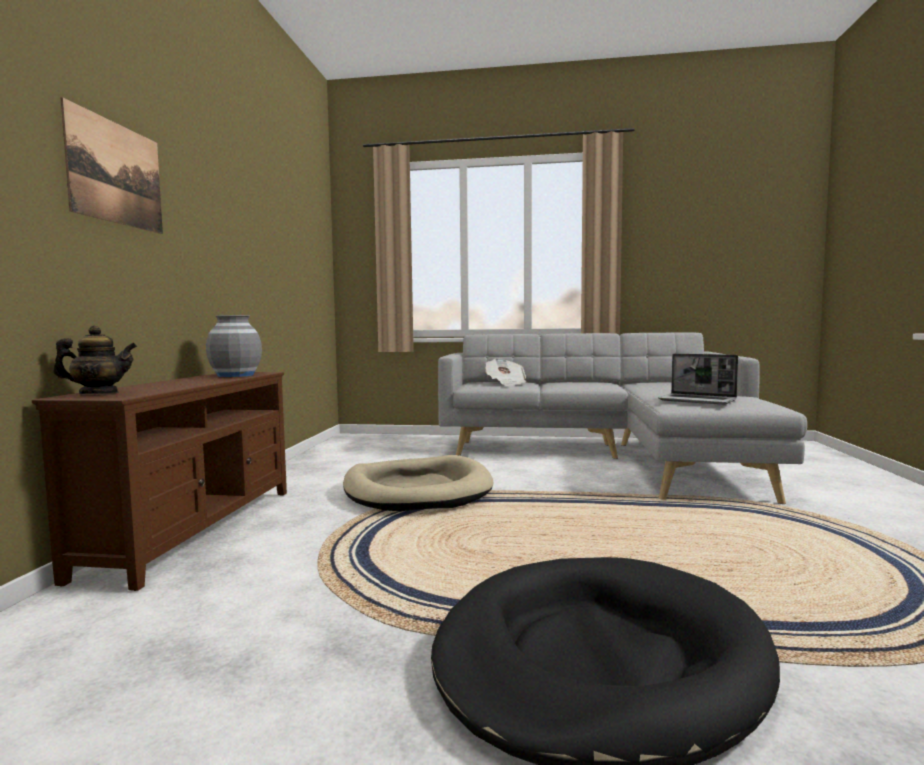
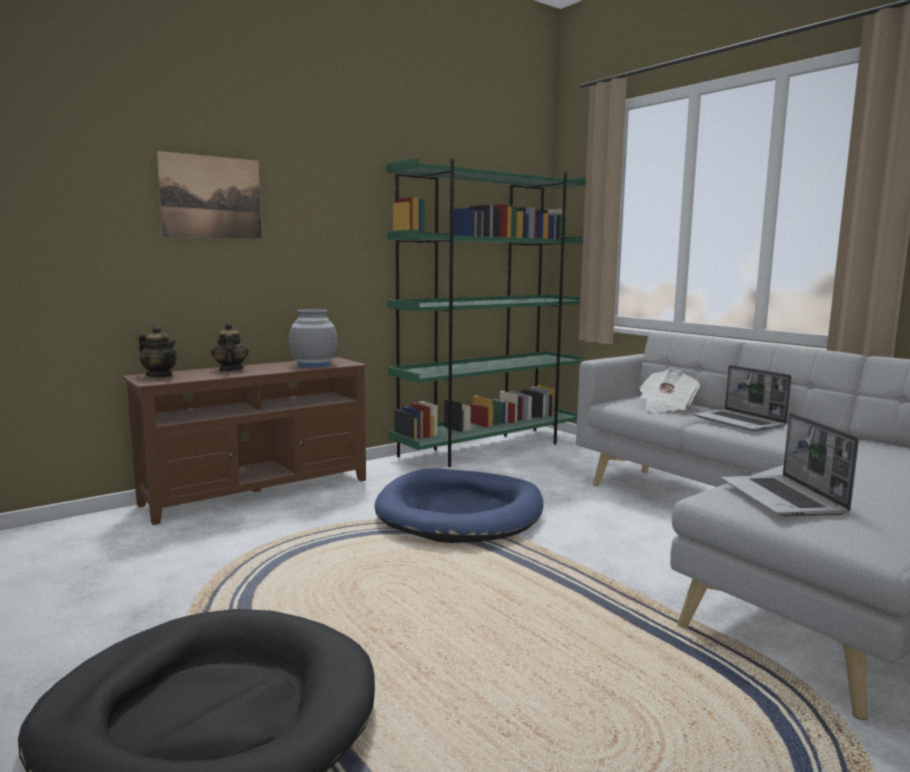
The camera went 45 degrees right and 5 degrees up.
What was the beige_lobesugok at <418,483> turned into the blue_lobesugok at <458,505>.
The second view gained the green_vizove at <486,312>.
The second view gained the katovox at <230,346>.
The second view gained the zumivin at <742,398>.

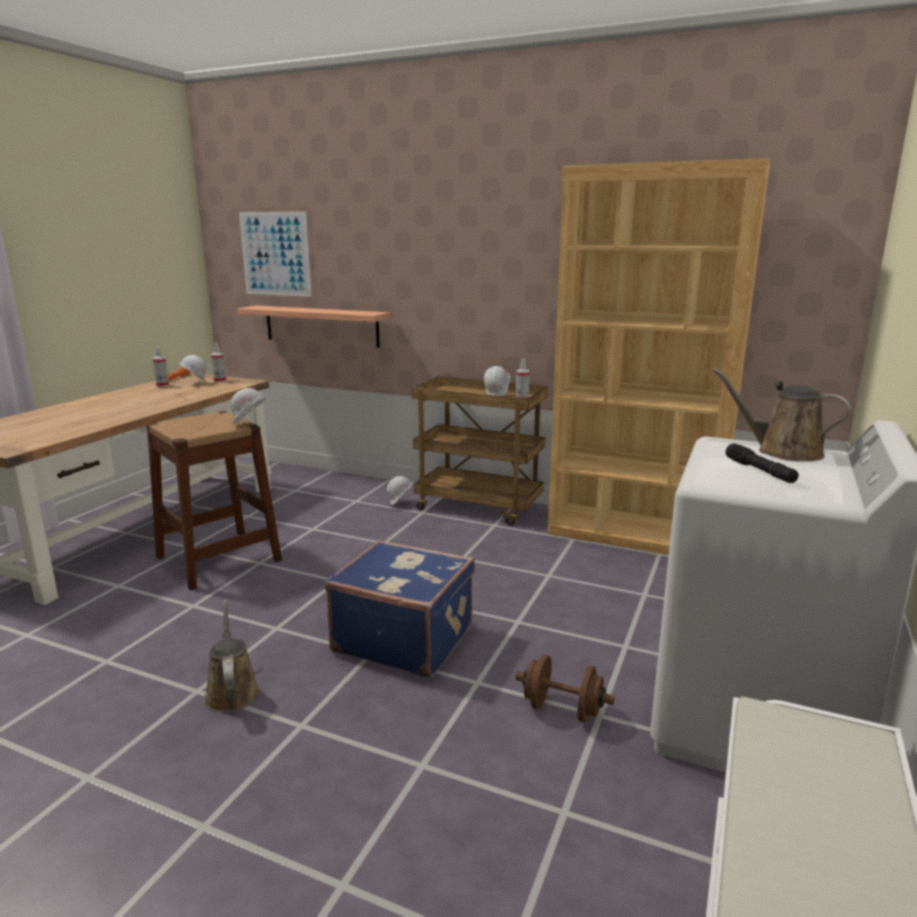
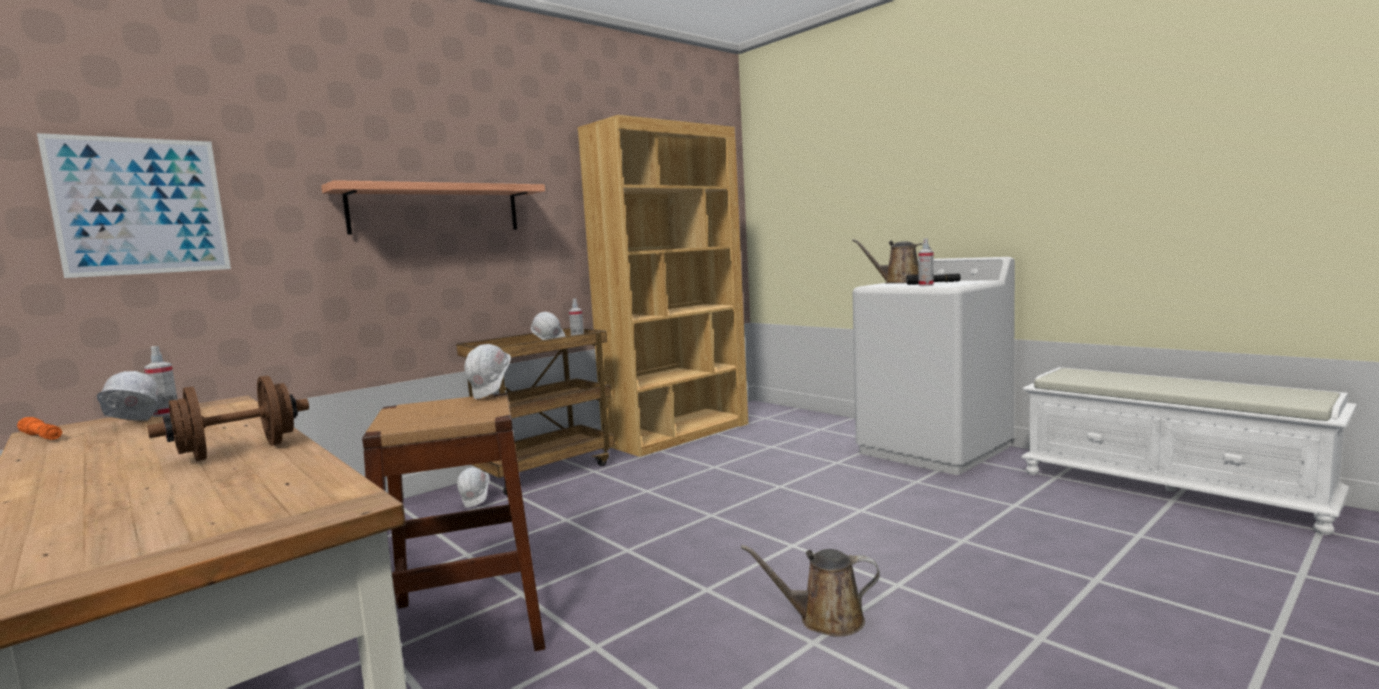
The camera went 65 degrees left and 10 degrees down.
The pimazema ended up elsewhere, having gone from <313,327> to <433,207>.
The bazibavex ended up elsewhere, having gone from <161,367> to <926,262>.
The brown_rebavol at <781,415> ended up facing another way, 60 degrees clockwise from before.
The second view lost the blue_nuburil at <400,609>.
The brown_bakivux ended up elsewhere, having gone from <565,688> to <228,418>.

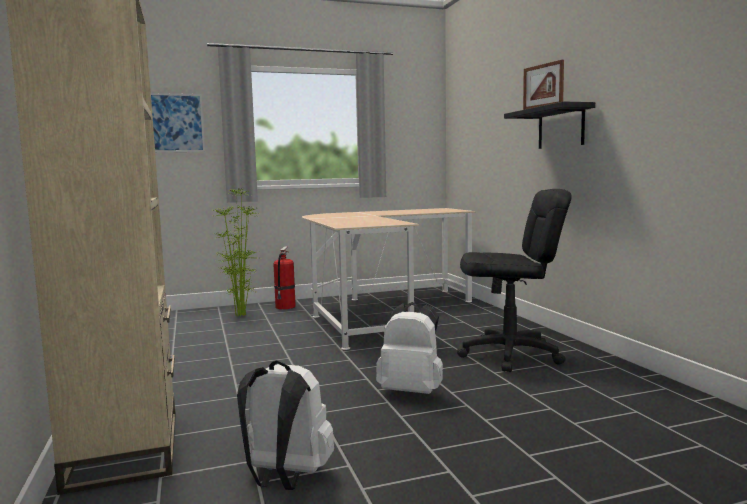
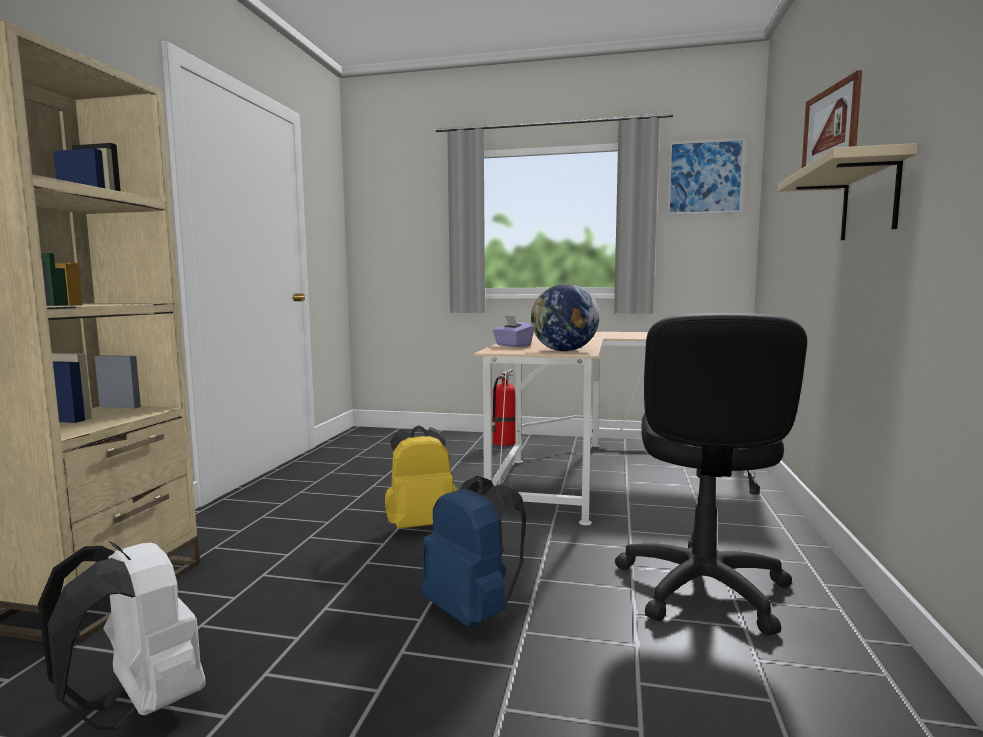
The camera went 30 degrees right and 0 degrees up.
The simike ended up elsewhere, having gone from <178,122> to <706,176>.
What was the black_pimazema at <549,125> turned into the beige_pimazema at <848,191>.
The second view lost the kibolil at <236,253>.
The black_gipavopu at <514,280> ended up facing another way, 75 degrees clockwise from before.
What was the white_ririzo at <409,348> turned into the blue_ririzo at <473,551>.
The second view gained the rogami at <565,317>.
The second view gained the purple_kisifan at <513,331>.
The second view gained the yellow_ririzo at <421,477>.

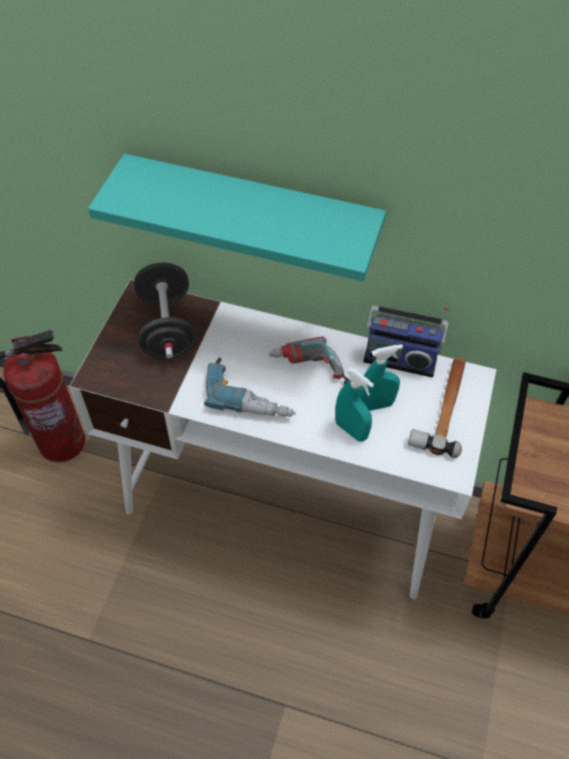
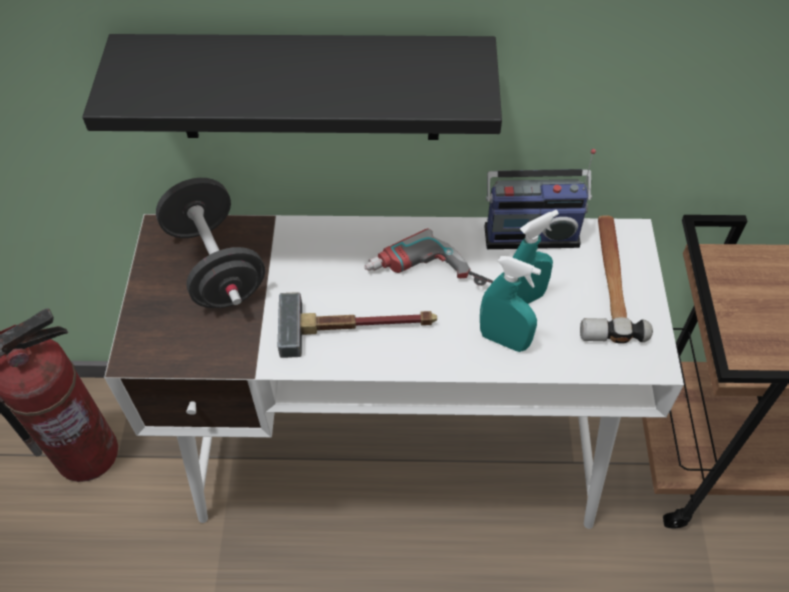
The camera went 15 degrees left and 0 degrees up.
What was the turquoise_pimazema at <237,217> turned into the black_pimazema at <292,87>.
Where the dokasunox stood at <250,387>, the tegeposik came to stand at <357,325>.

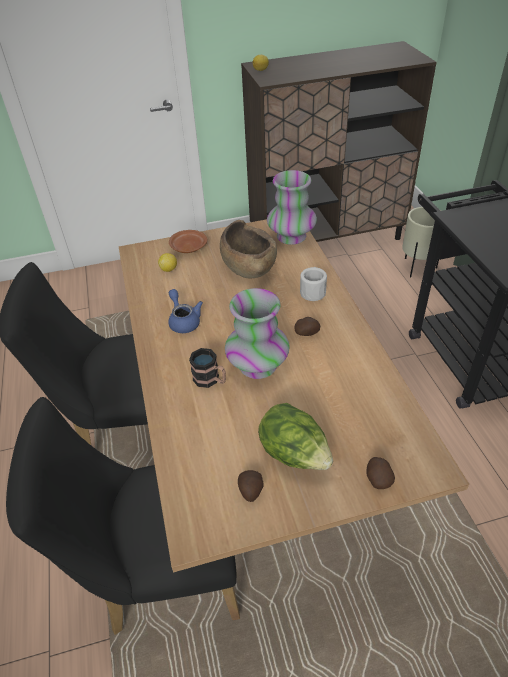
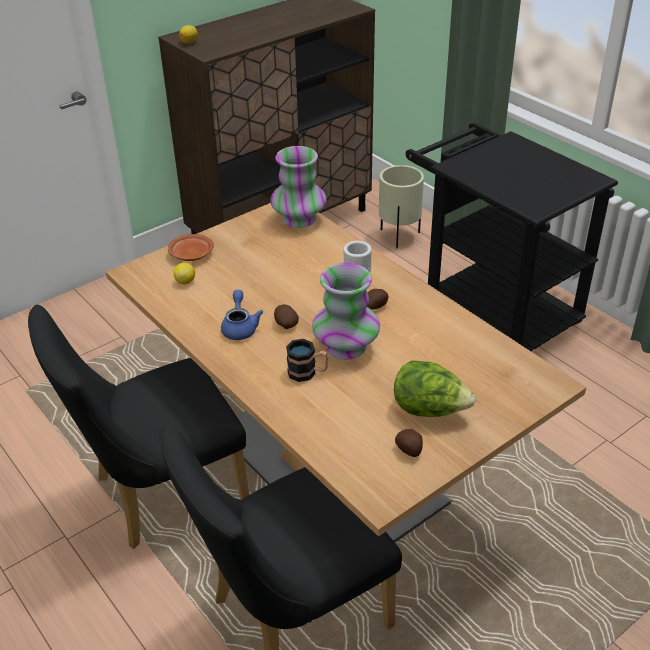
The camera went 25 degrees left and 5 degrees down.
The second view lost the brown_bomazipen at <248,249>.
The blue_katovox at <185,311> ended up facing another way, 45 degrees clockwise from before.
The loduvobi ended up elsewhere, having gone from <381,473> to <286,316>.

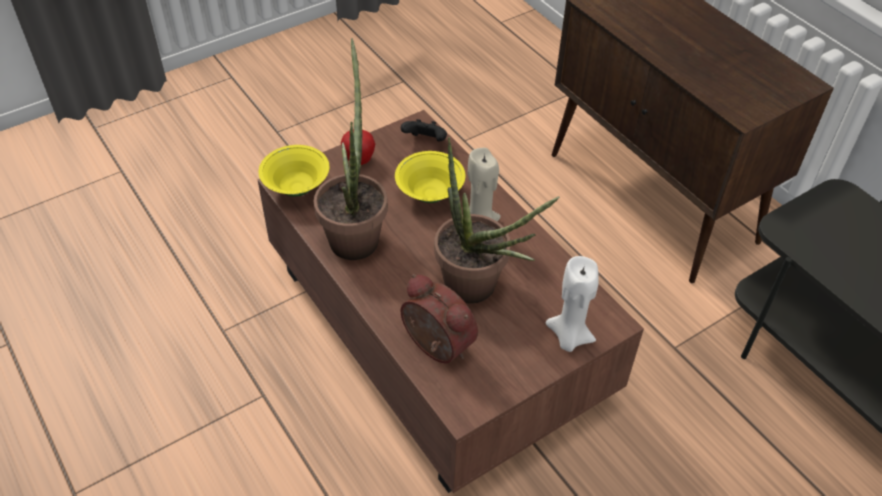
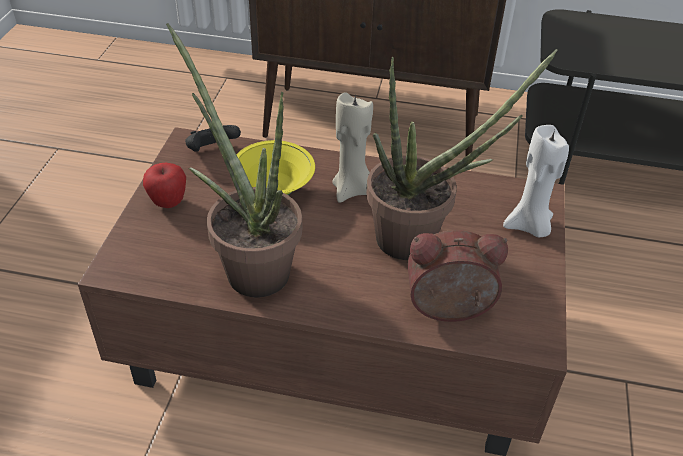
The camera went 45 degrees left and 5 degrees down.
The second view lost the yellow_bomazipen at <294,170>.

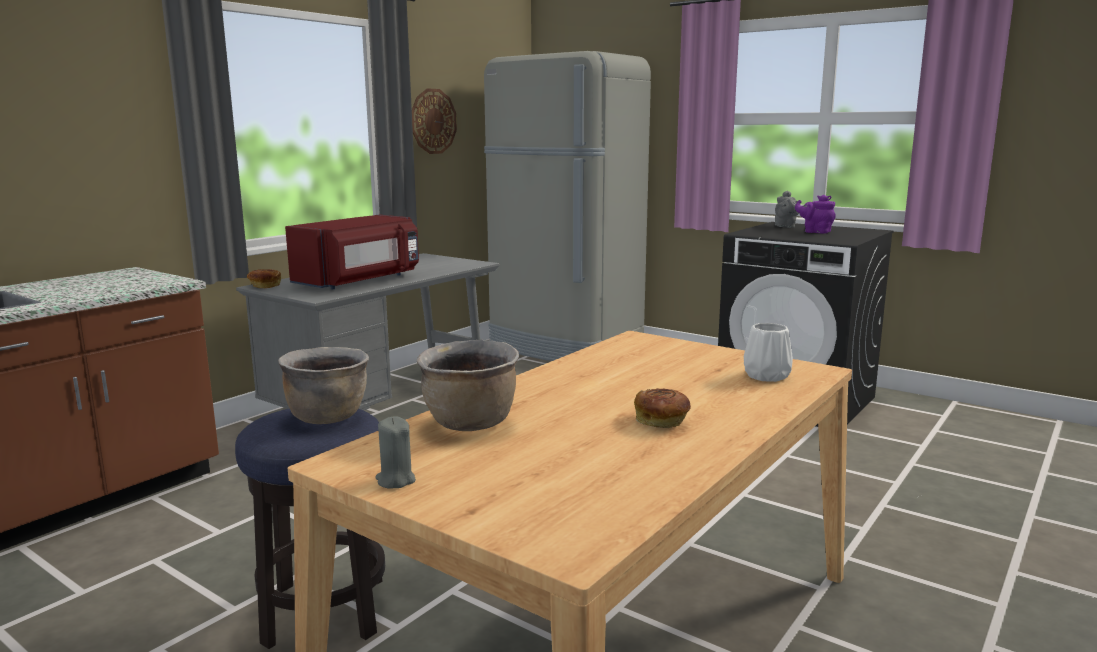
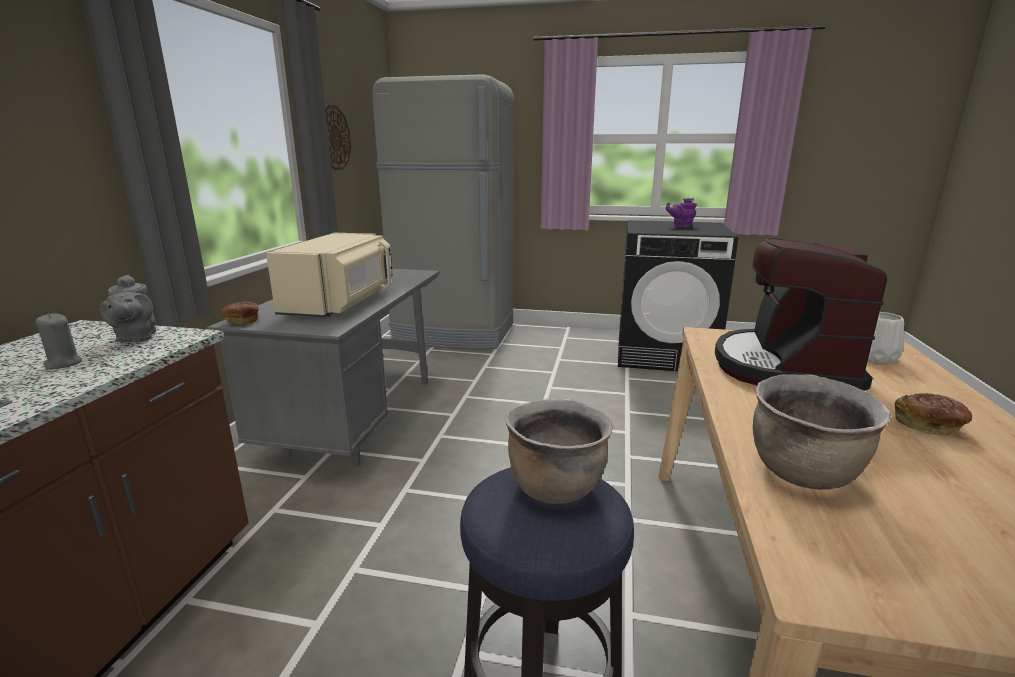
The camera went 25 degrees left and 5 degrees up.
The grey_katovox ended up elsewhere, having gone from <787,209> to <128,308>.
What was the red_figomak at <352,252> turned into the beige_figomak at <329,275>.
The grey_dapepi ended up elsewhere, having gone from <395,453> to <59,341>.
The second view gained the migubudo at <801,314>.

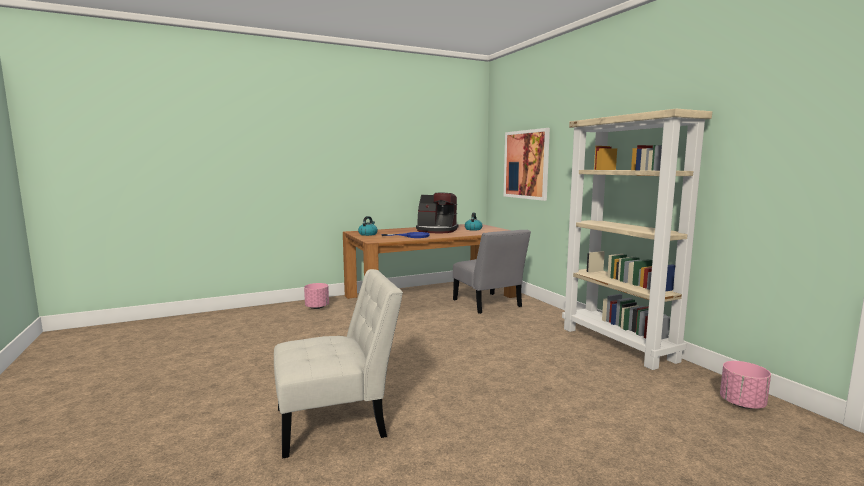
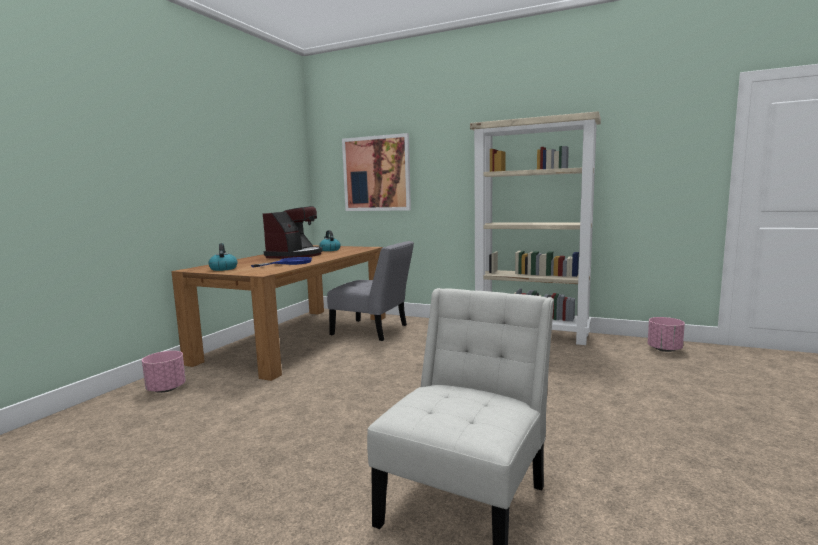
The camera went 40 degrees left and 0 degrees up.
The migubudo at <437,213> ended up facing another way, 45 degrees counterclockwise from before.

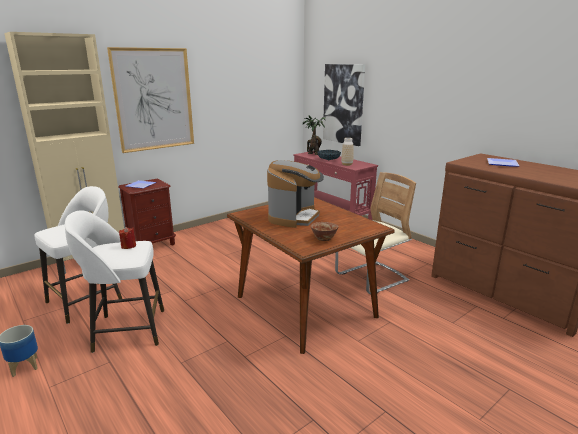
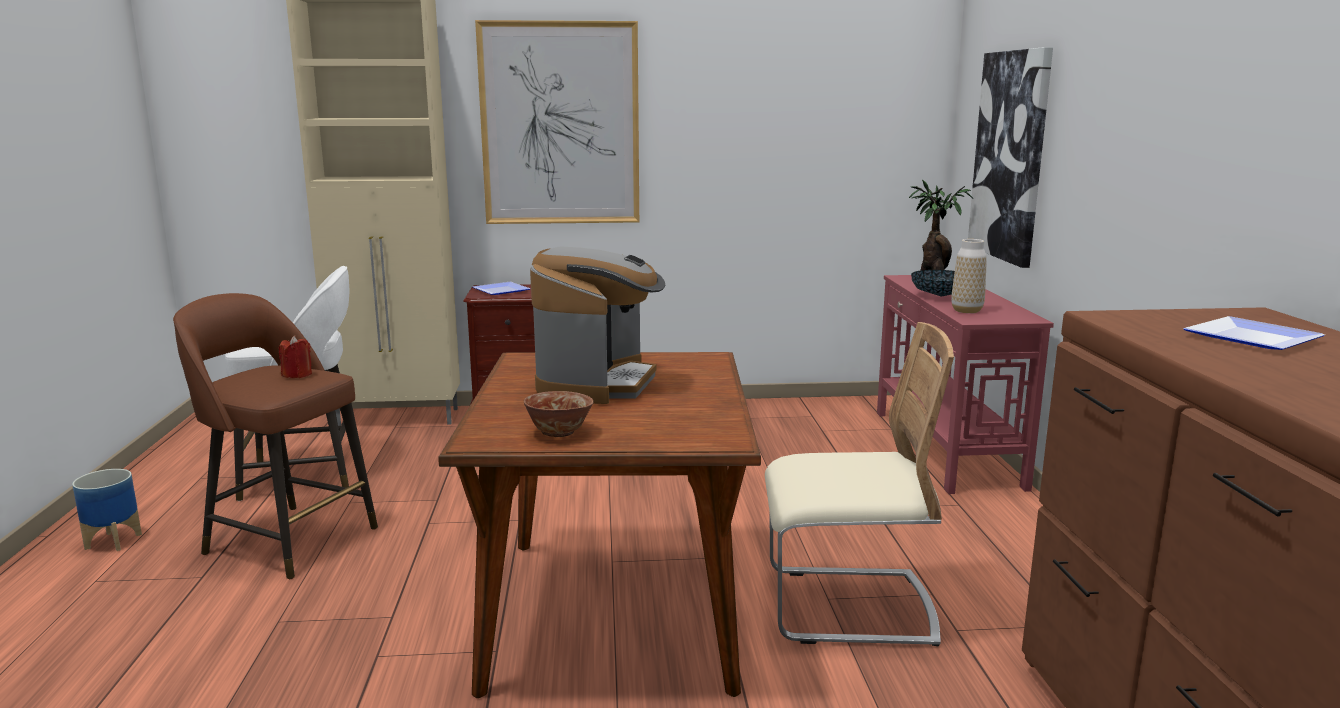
The camera went 35 degrees right and 5 degrees down.
The migubudo at <295,194> ended up facing another way, 45 degrees counterclockwise from before.
What was the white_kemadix at <114,281> turned into the brown_kemadix at <275,436>.

